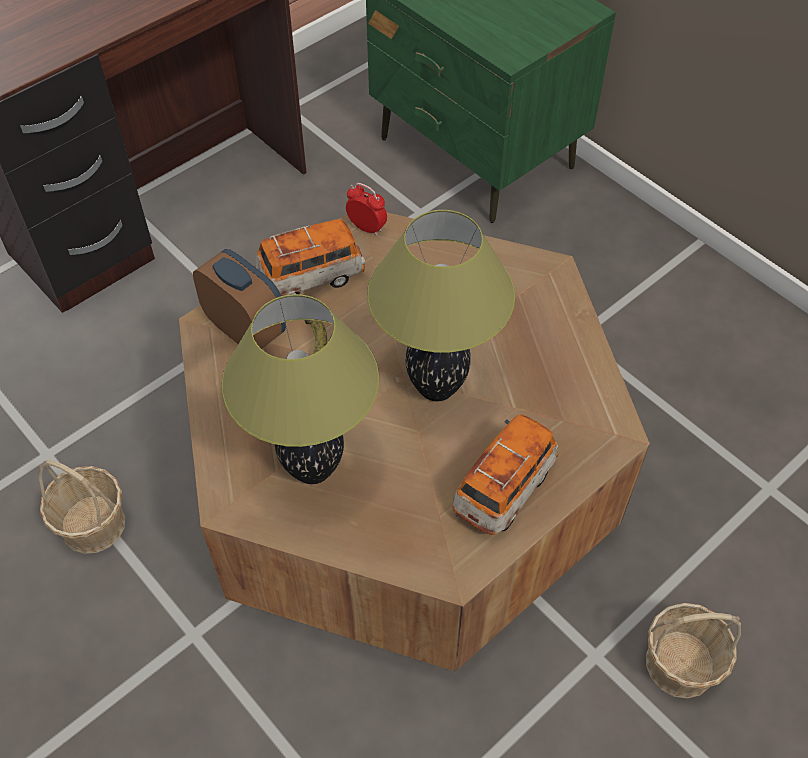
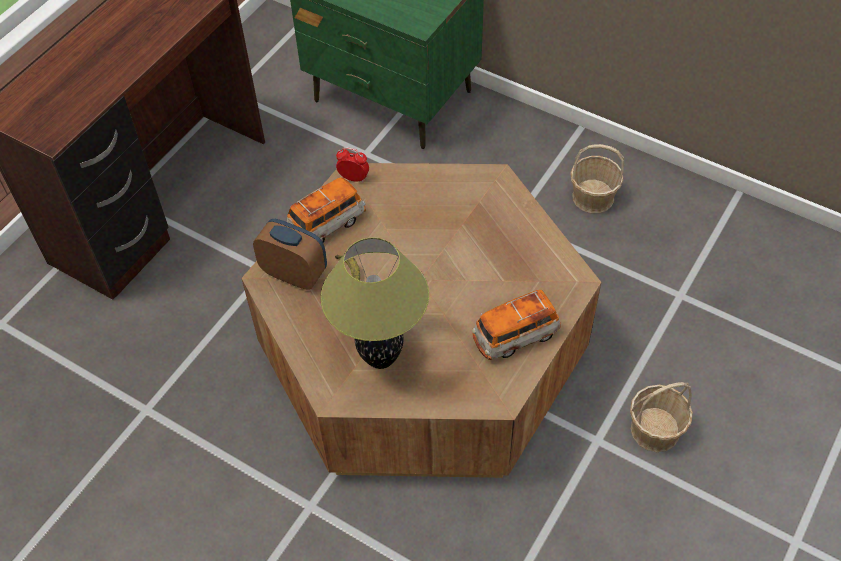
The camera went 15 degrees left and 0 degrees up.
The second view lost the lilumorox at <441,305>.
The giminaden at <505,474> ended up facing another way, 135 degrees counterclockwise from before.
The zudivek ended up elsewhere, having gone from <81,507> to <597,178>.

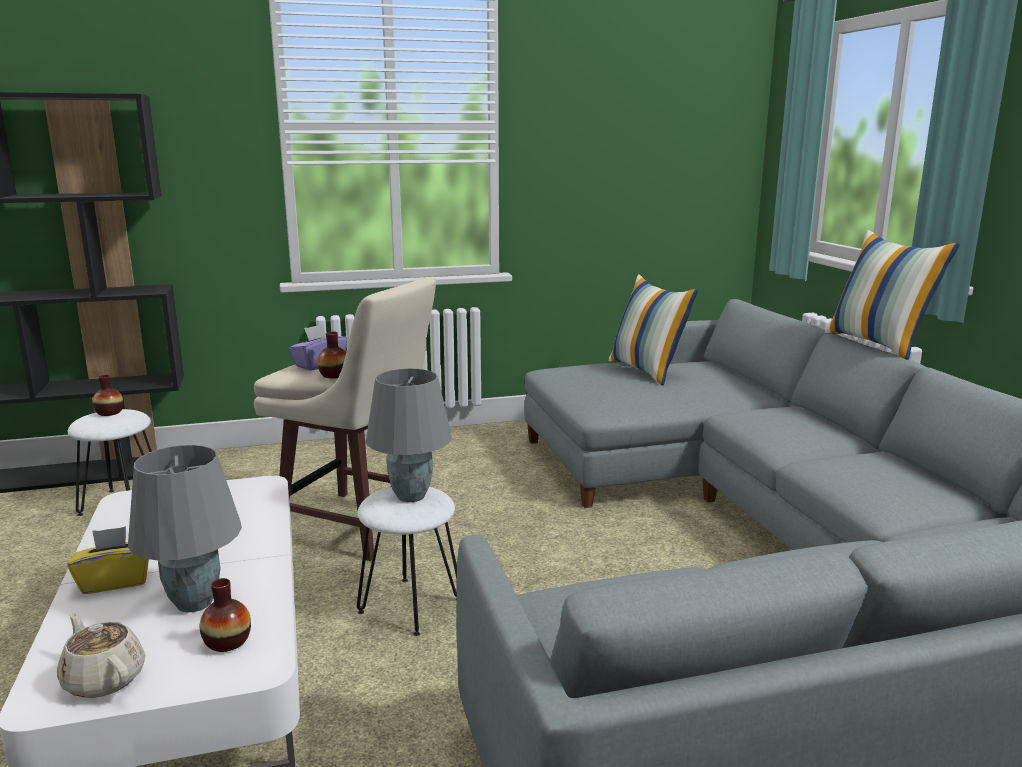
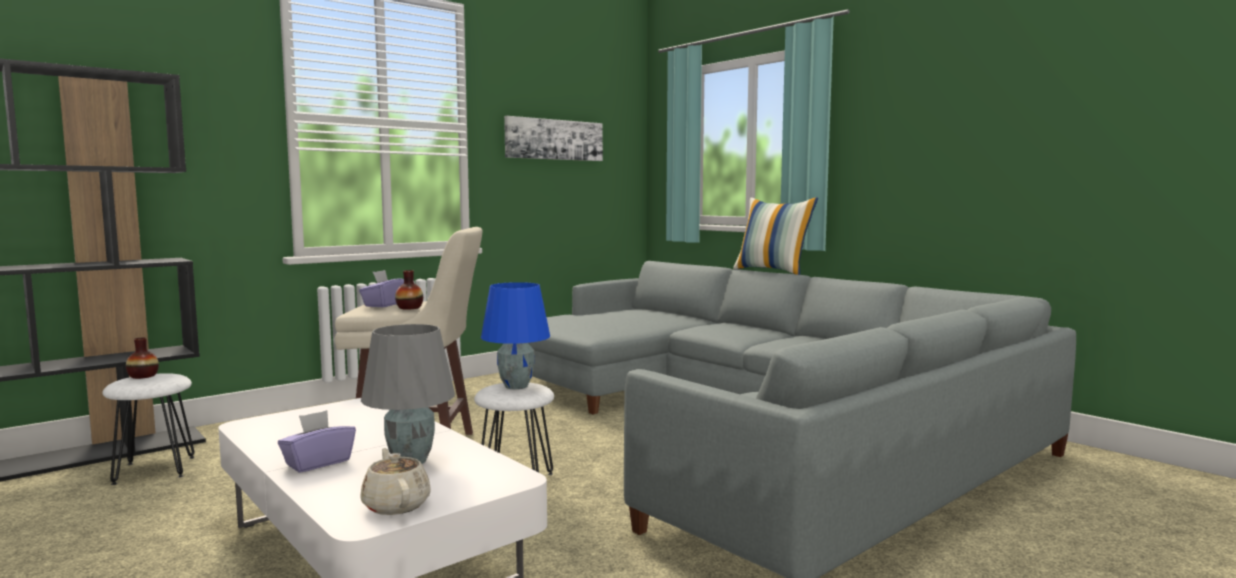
The camera went 25 degrees left and 10 degrees down.
The second view lost the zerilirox at <653,329>.
What was the grey_lilumorox at <409,435> turned into the blue_lilumorox at <515,335>.
What was the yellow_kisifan at <108,560> turned into the purple_kisifan at <317,441>.
The second view lost the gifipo at <225,615>.
The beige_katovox at <101,655> ended up facing another way, 45 degrees clockwise from before.
The second view gained the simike at <553,138>.

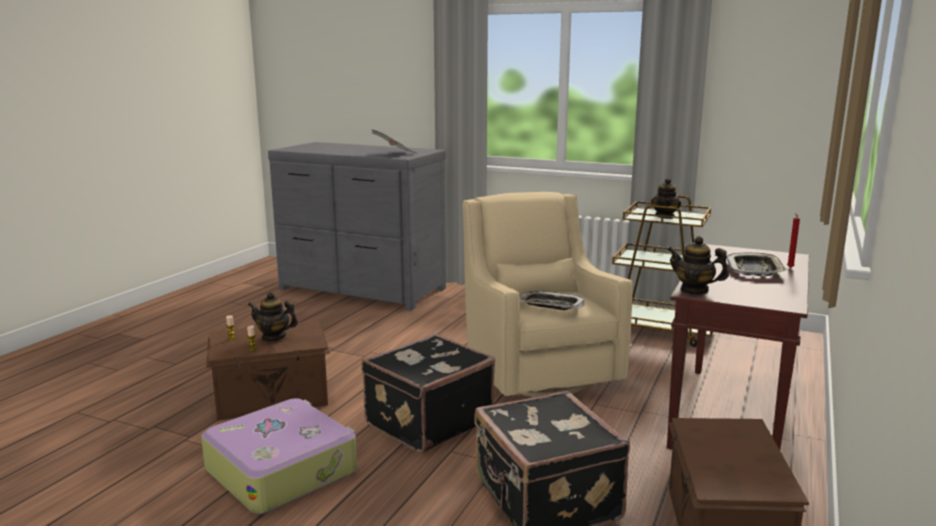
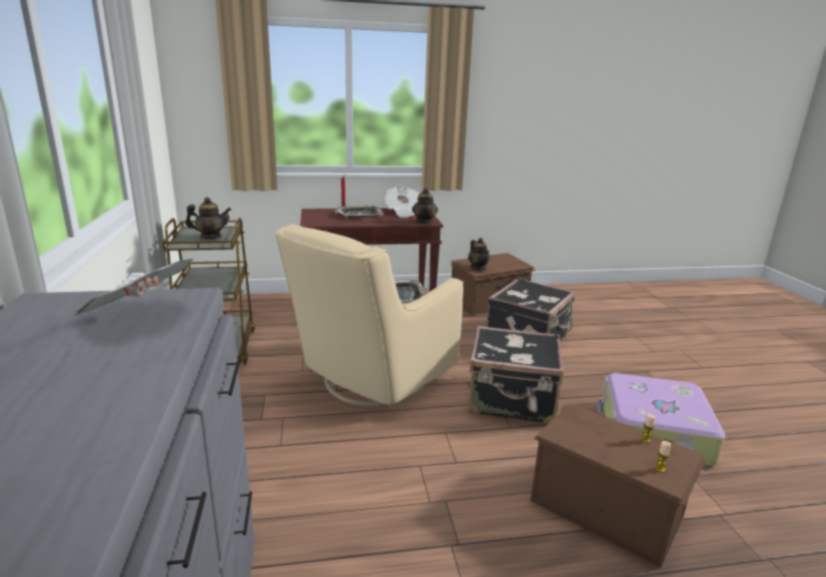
The camera went 125 degrees left and 5 degrees up.
The katovox ended up elsewhere, having gone from <273,317> to <479,254>.
The second view gained the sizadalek at <402,201>.

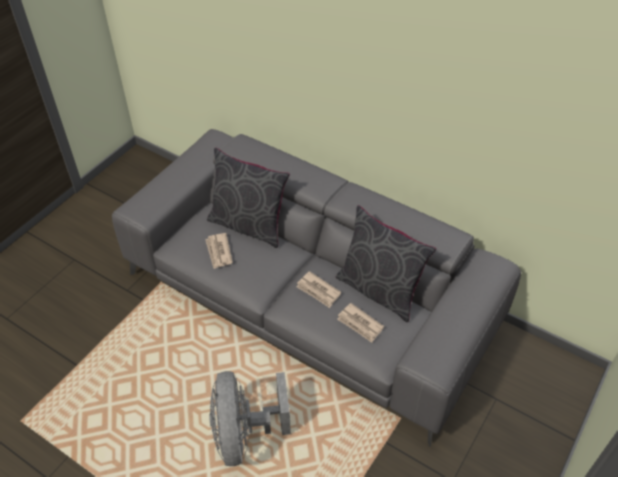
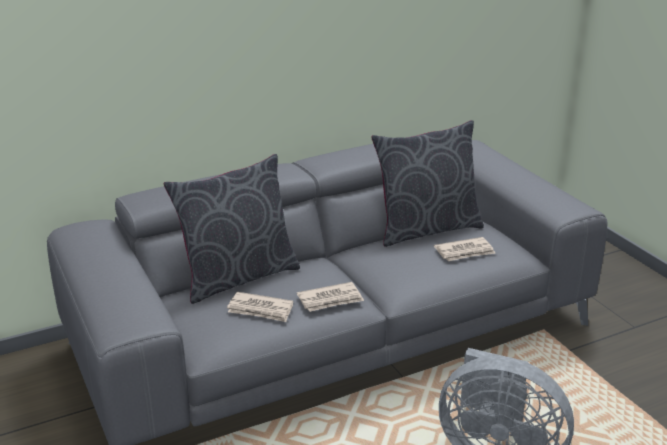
The camera went 60 degrees left and 20 degrees down.
The sizadalek ended up elsewhere, having gone from <318,289> to <330,297>.

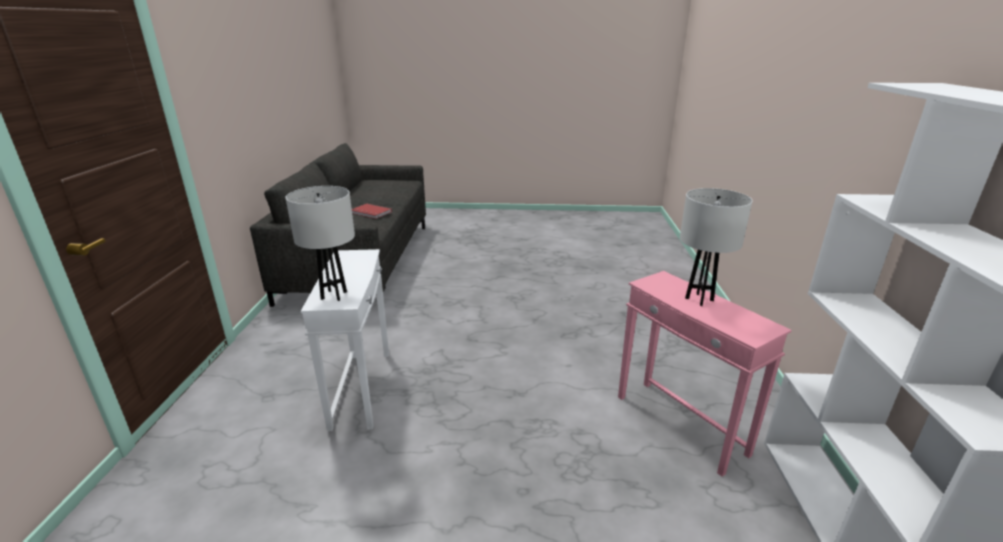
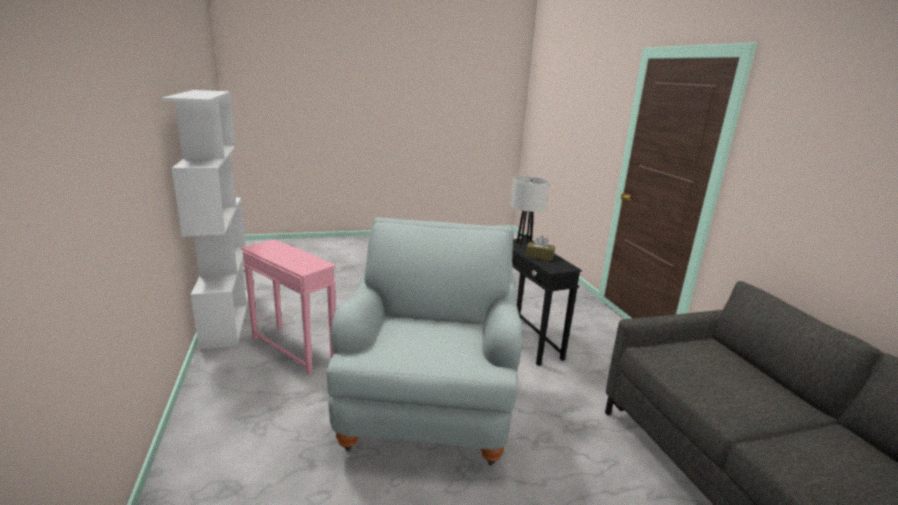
The camera went 160 degrees right and 5 degrees down.
The second view lost the white_lilumorox at <716,247>.
The second view lost the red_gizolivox at <372,211>.
What was the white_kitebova at <345,340> turned into the black_kitebova at <547,302>.
The second view gained the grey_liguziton at <424,341>.
The second view gained the brown_kisifan at <540,248>.

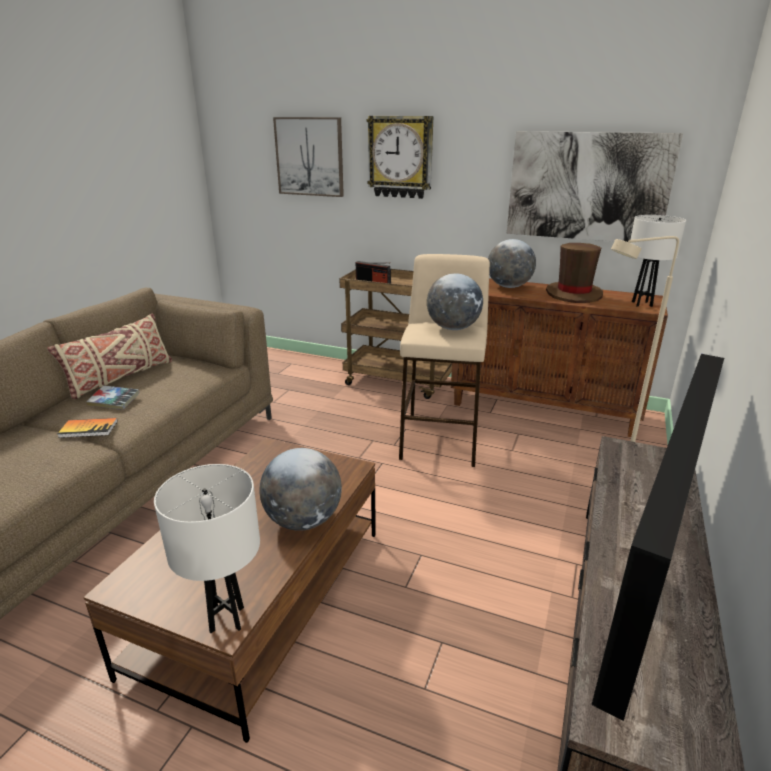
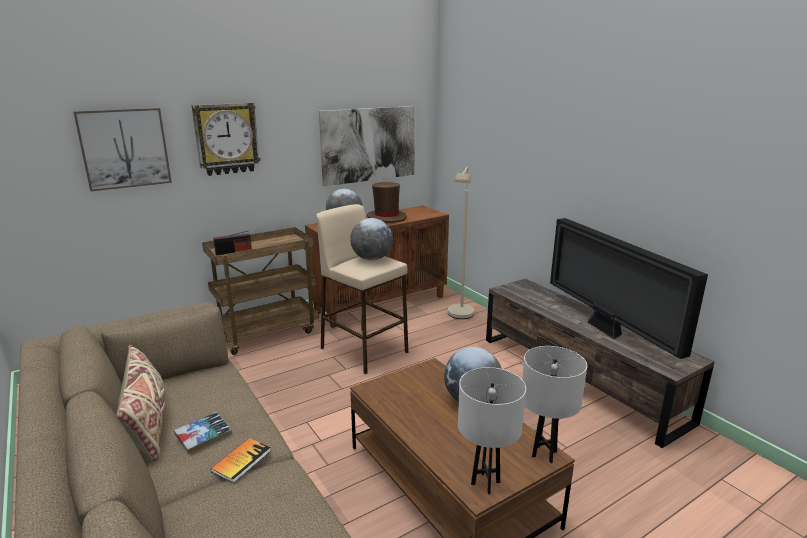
The camera went 55 degrees left and 5 degrees down.
The white_lilumorox ended up elsewhere, having gone from <658,261> to <492,430>.

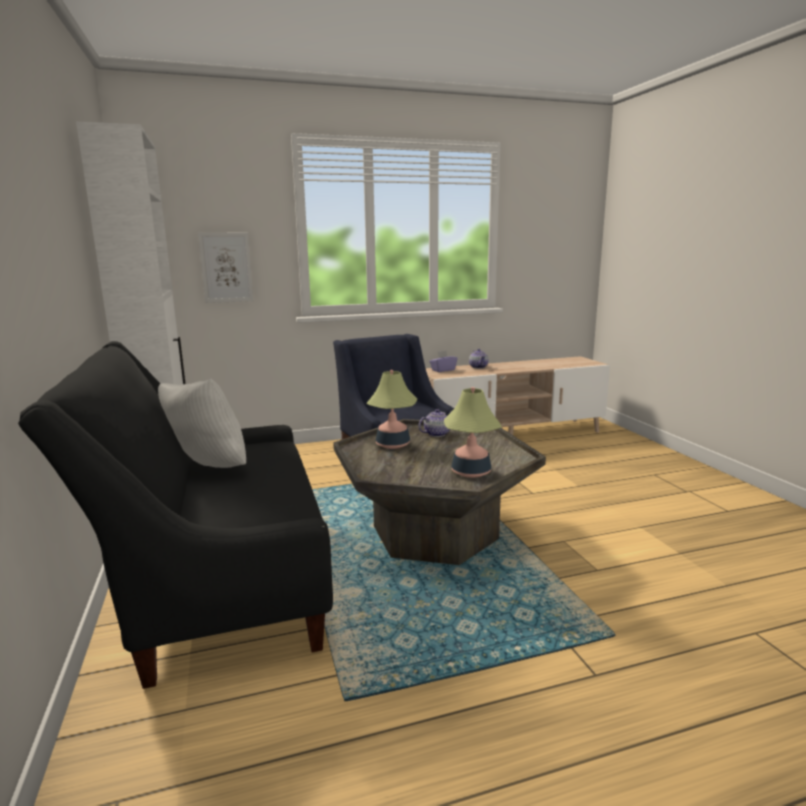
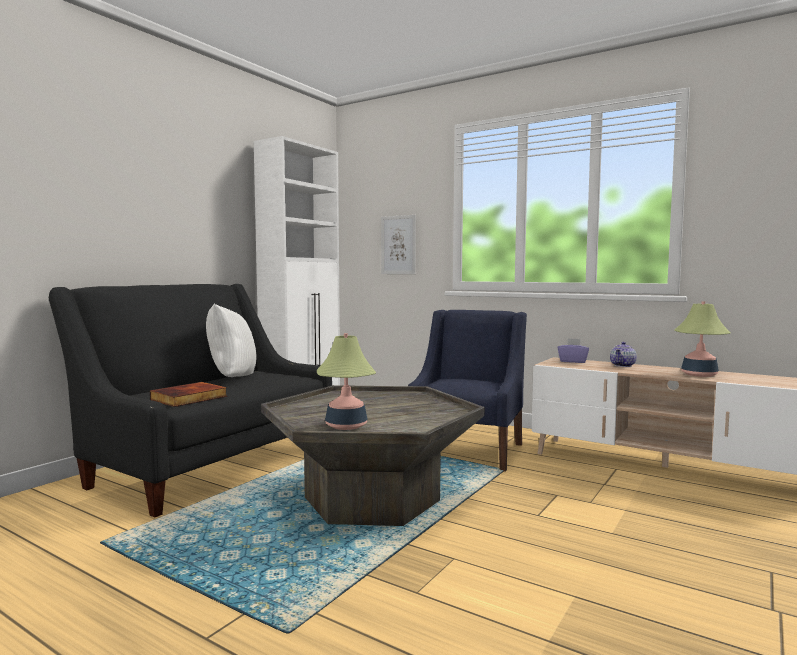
The camera went 50 degrees right and 10 degrees down.
The lilumorox ended up elsewhere, having gone from <391,409> to <702,339>.
The second view lost the katovox at <435,423>.
The second view gained the gizolivox at <188,394>.

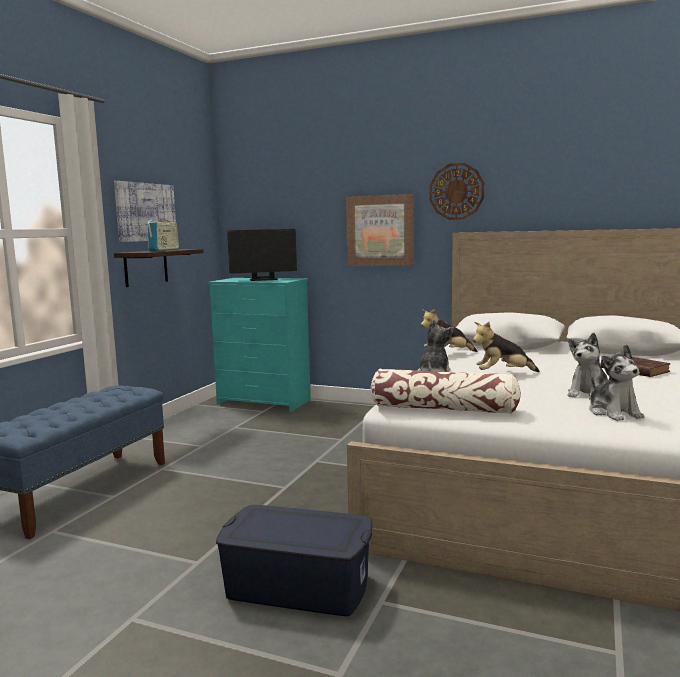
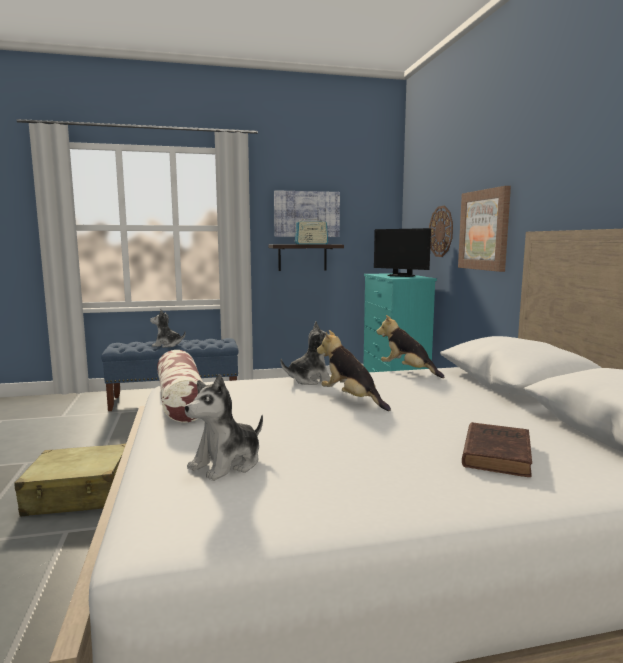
The camera went 55 degrees right and 0 degrees up.
The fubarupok ended up elsewhere, having gone from <457,191> to <441,231>.
The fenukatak ended up elsewhere, having gone from <588,366> to <168,328>.
Where the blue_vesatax stood at <294,560>, the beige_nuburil came to stand at <70,480>.

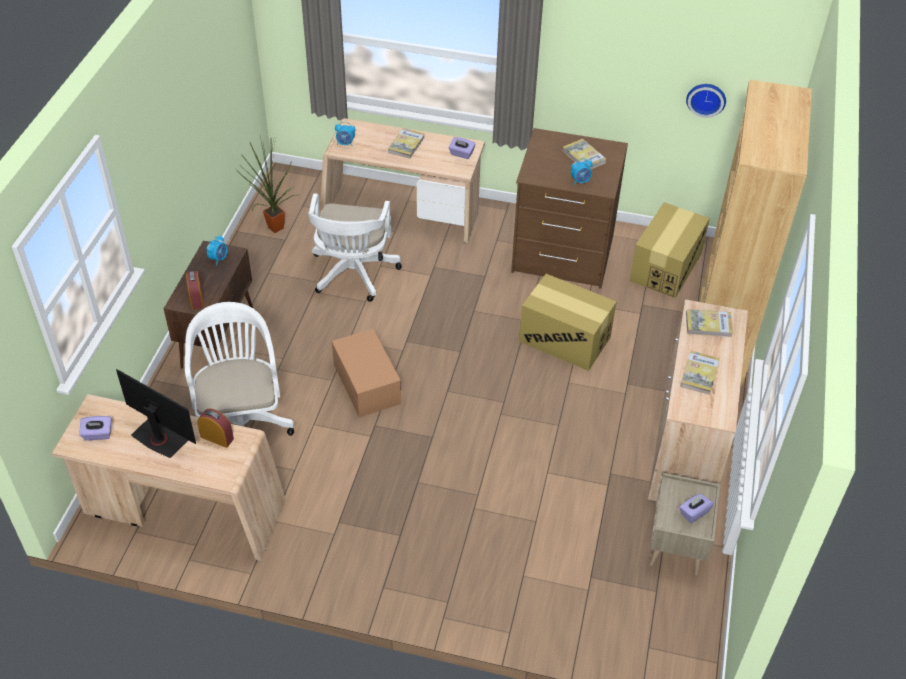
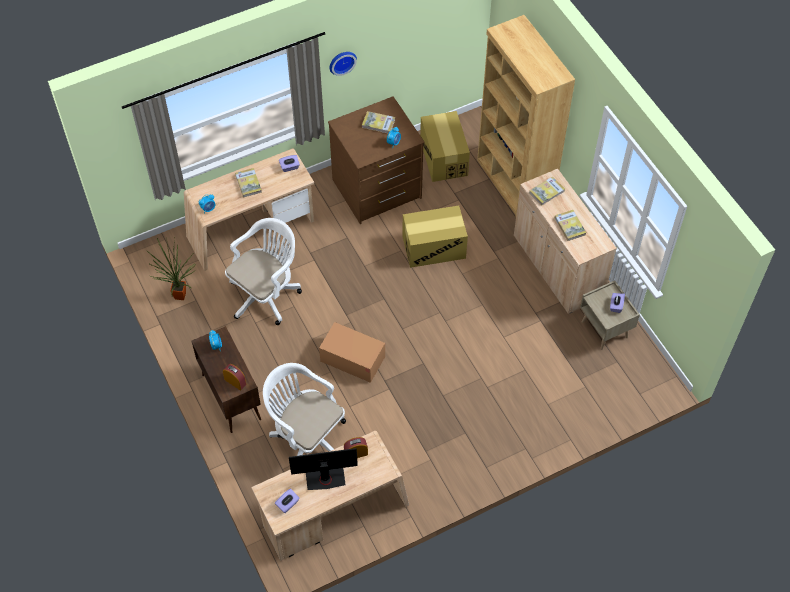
The camera went 40 degrees left and 10 degrees up.
The fubarupok ended up elsewhere, having gone from <706,101> to <343,64>.
The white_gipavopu at <355,247> ended up facing another way, 105 degrees counterclockwise from before.

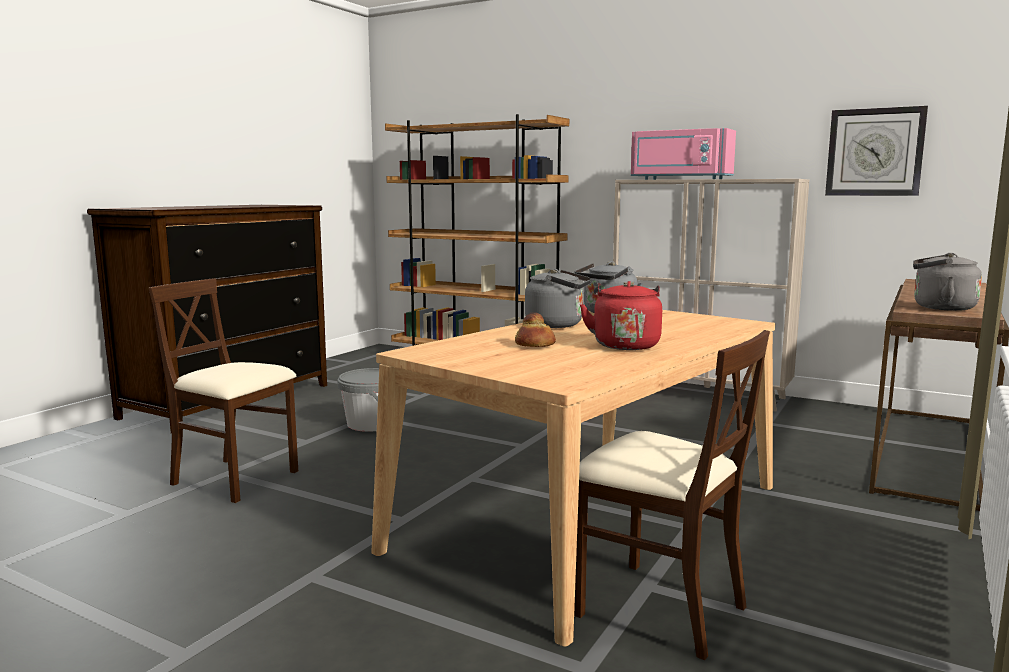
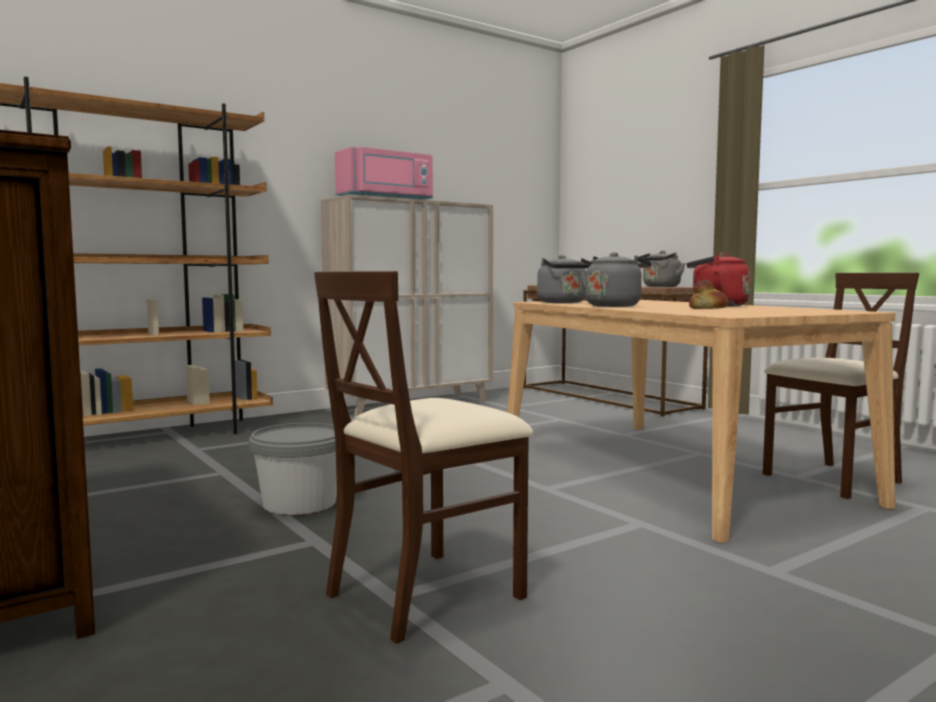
The camera went 65 degrees left and 5 degrees down.
The second view lost the fubarupok at <876,151>.

